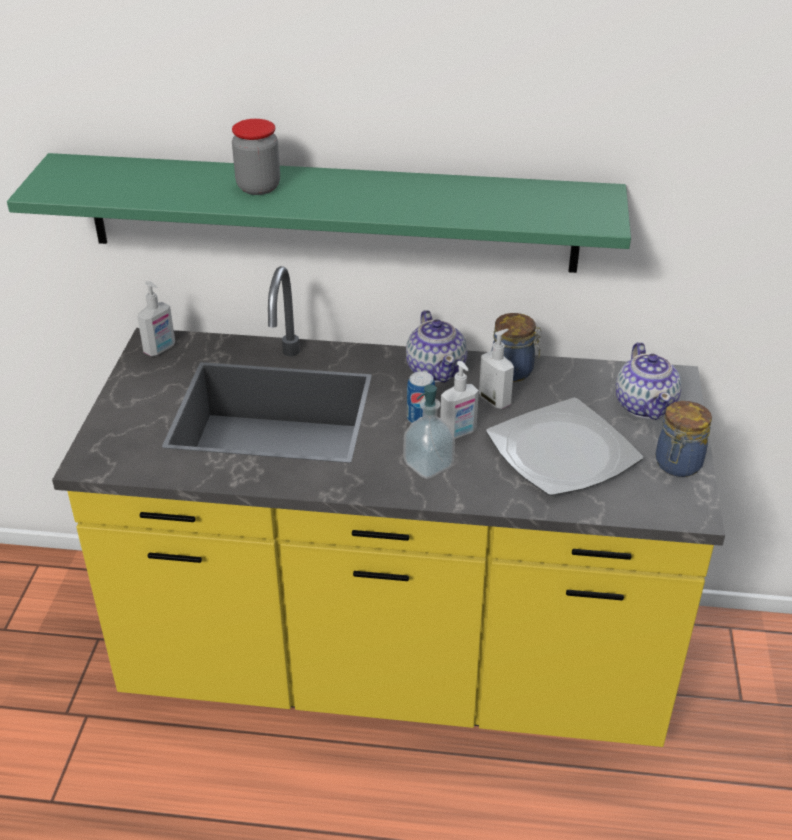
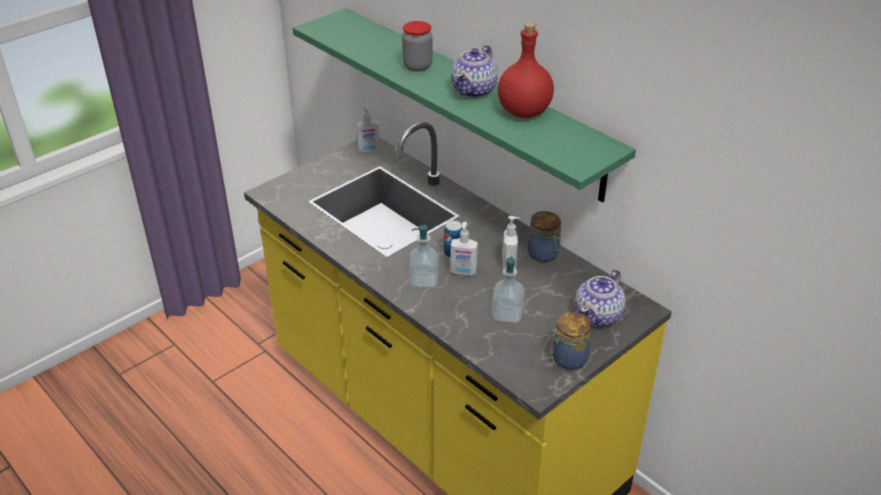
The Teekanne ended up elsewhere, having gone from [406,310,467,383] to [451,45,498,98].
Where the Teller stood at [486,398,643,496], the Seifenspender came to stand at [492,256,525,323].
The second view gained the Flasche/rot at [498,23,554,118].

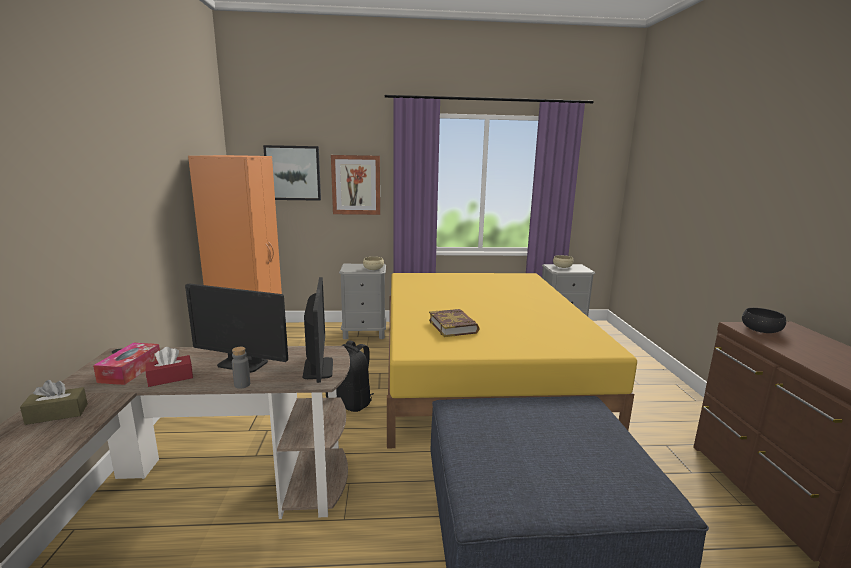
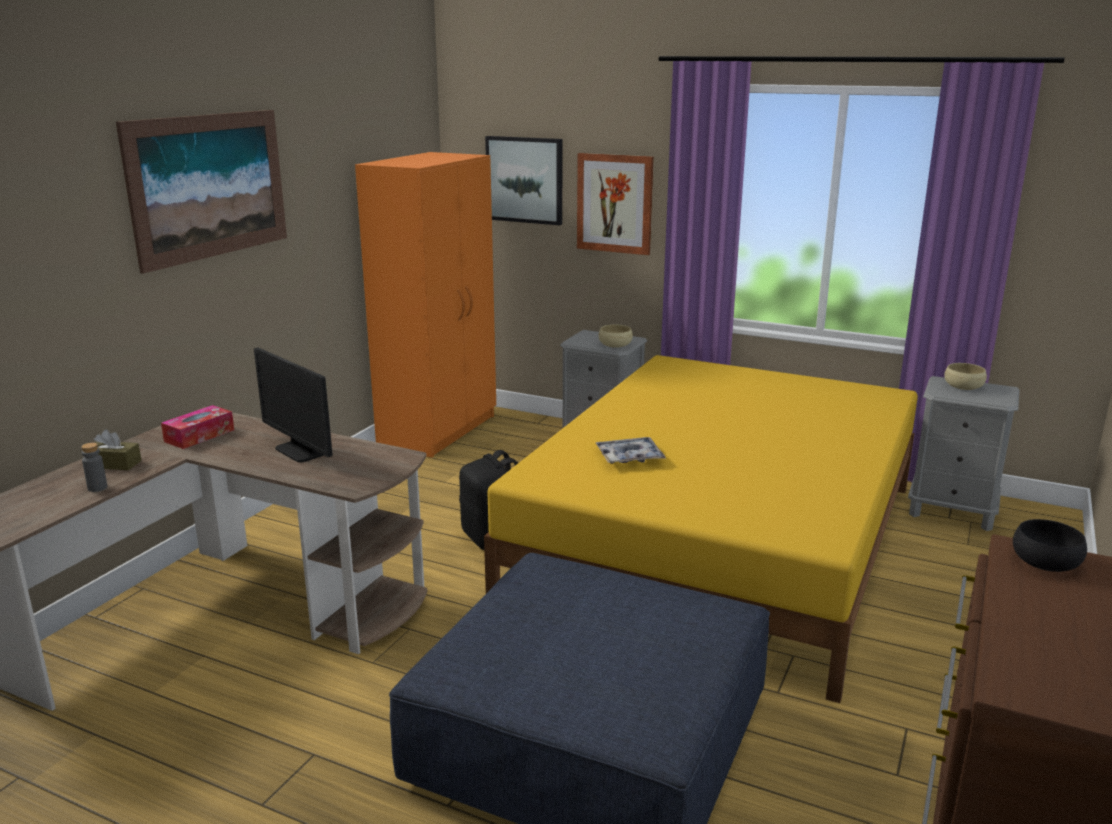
The second view lost the Taschentuchbox/rot at [146,347,193,387].
The Flasche/grau ended up elsewhere, having gone from [232,347,250,389] to [81,443,107,492].
The second view lost the Monitor at [303,277,333,383].
Where the Buch stood at [429,309,480,337], the Tablett came to stand at [596,437,666,464].
The second view gained the Bild at [116,110,287,274].

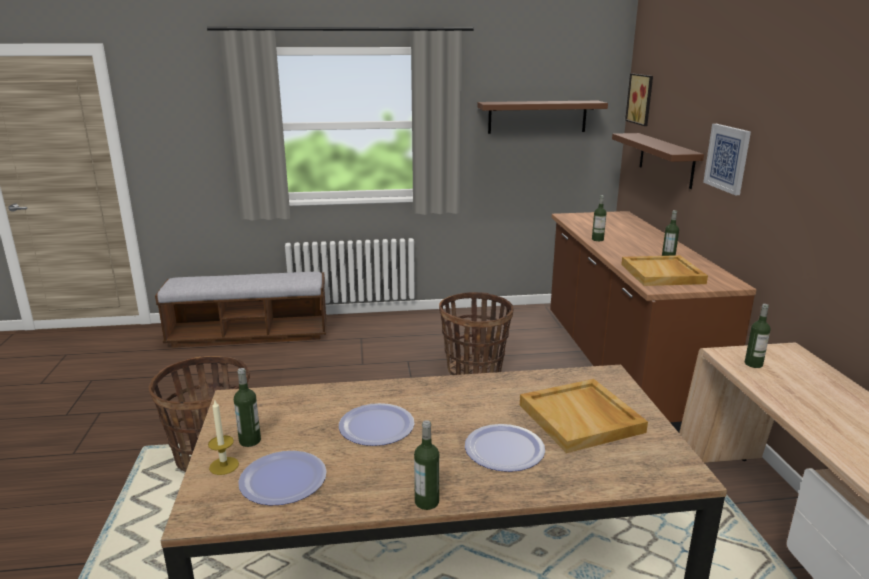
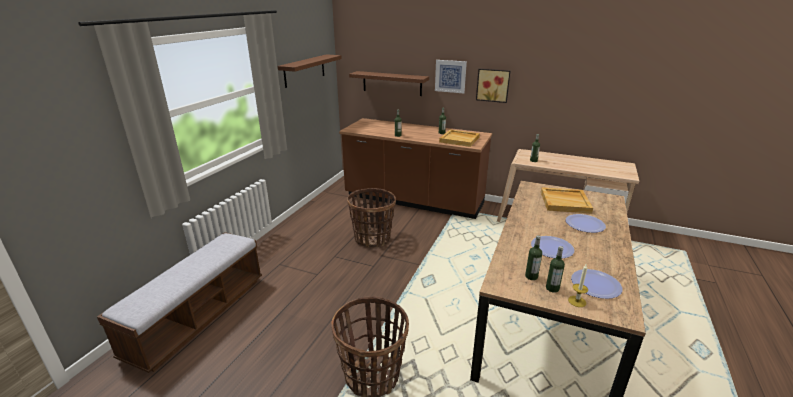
The Flasche ended up elsewhere, having gone from [414,420,439,510] to [525,235,542,280].
The Bild ended up elsewhere, having gone from [625,74,653,126] to [476,69,510,103].

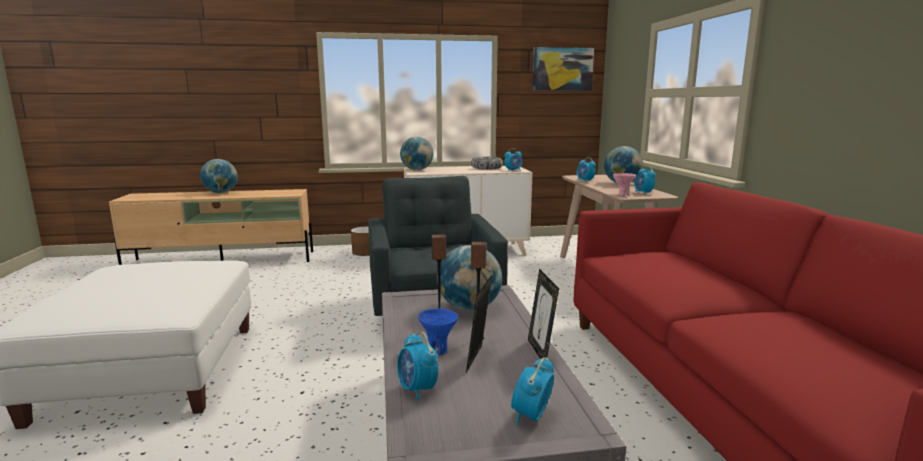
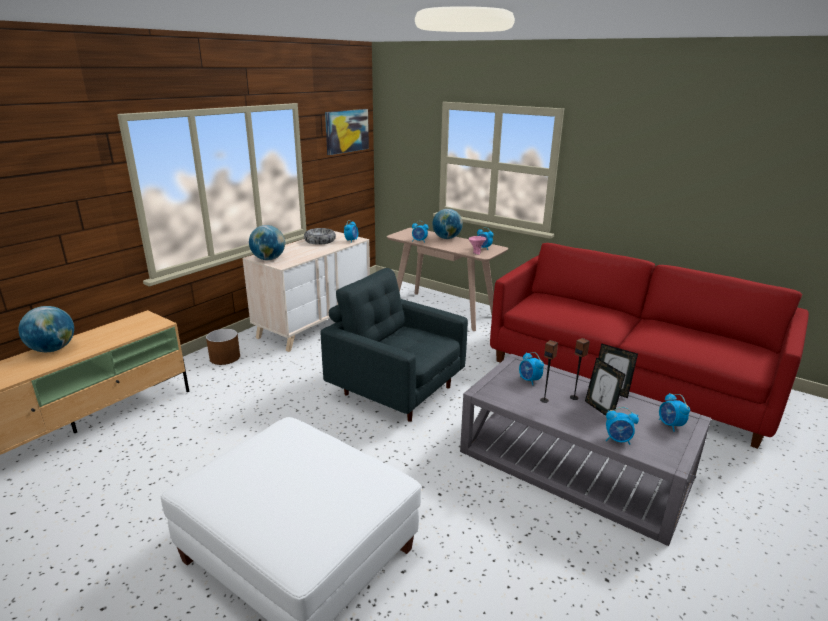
The second view lost the Schüssel/blau at [418,308,458,355].
Where the Globus stood at [437,245,502,311], the Wecker came to stand at [519,352,544,385].

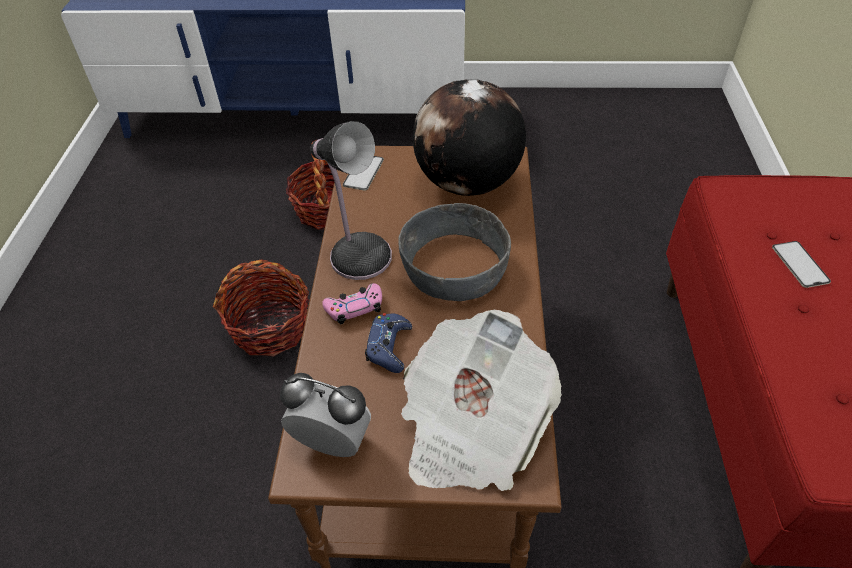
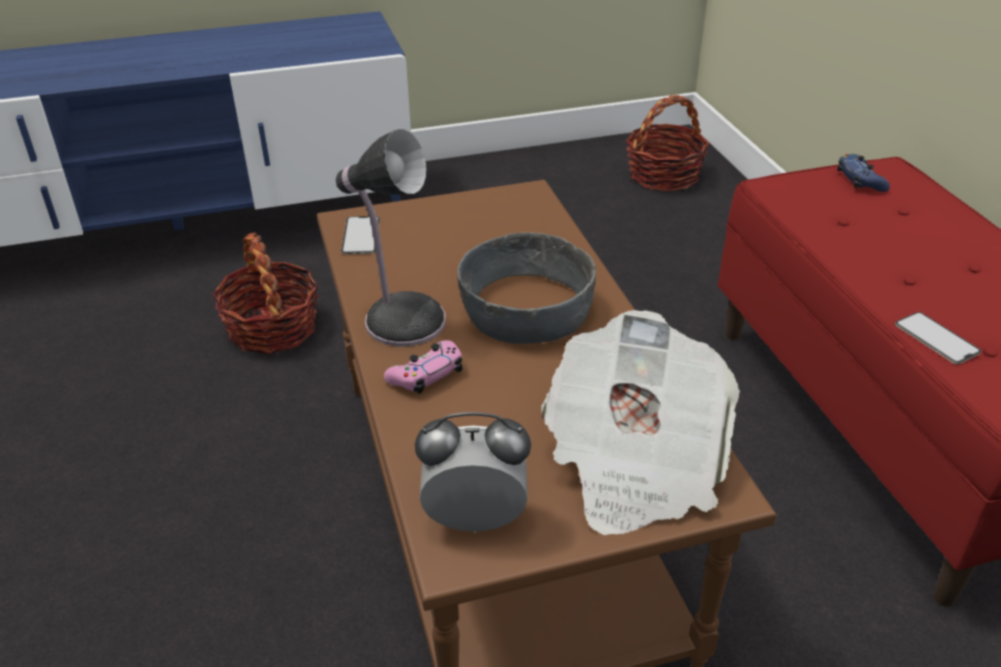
The Korb ended up elsewhere, having gone from [213,259,309,356] to [626,95,710,191].
The Gamepad/blau ended up elsewhere, having gone from [365,313,412,373] to [837,154,890,192].
The second view lost the Globus at [413,79,526,196].
The Handy ended up elsewhere, having gone from [772,241,831,288] to [895,312,981,364].

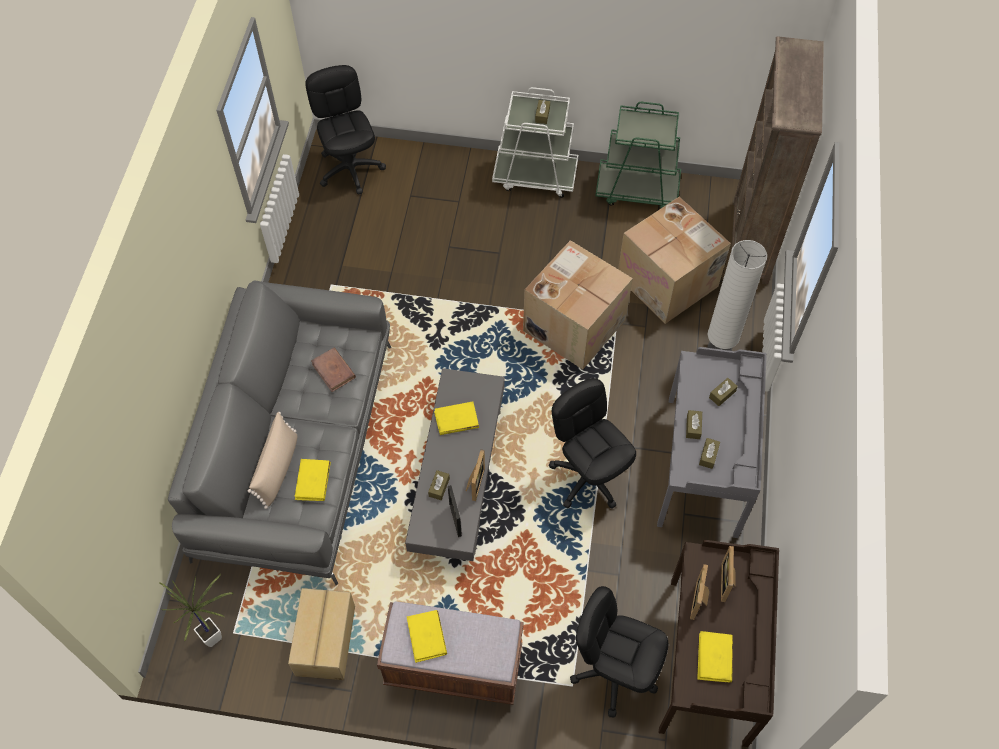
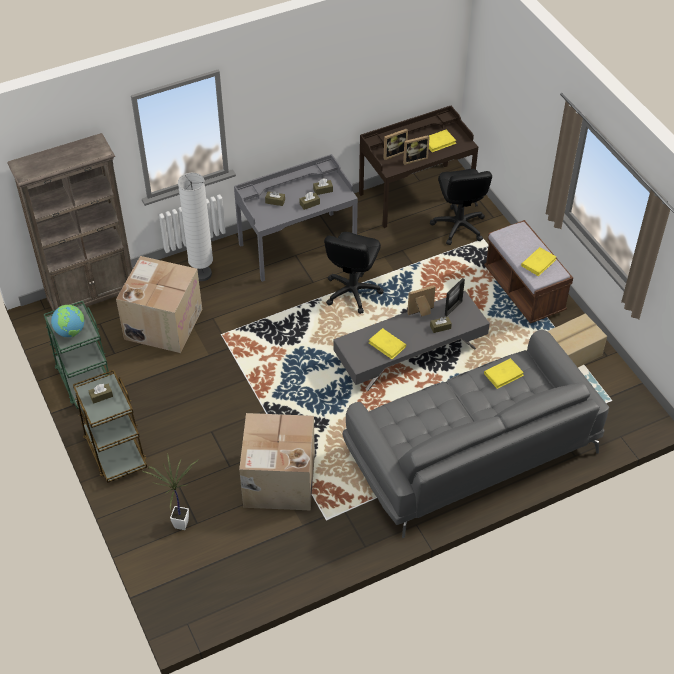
The Topfpflanze ended up elsewhere, having gone from [159,574,234,647] to [141,454,198,530].
The second view lost the Kissen/beige at [248,412,297,509].
The second view lost the Bürostuhl/schwarz at [305,65,386,195].
The second view lost the Buch/braun at [311,348,356,392].
What was the Rollwagen/weiß at [492,87,578,198] turned into the Rollwagen/braun at [73,370,147,483].
The Karton ended up elsewhere, having gone from [523,240,633,370] to [239,413,315,510].
The second view gained the Globus at [51,305,84,337].

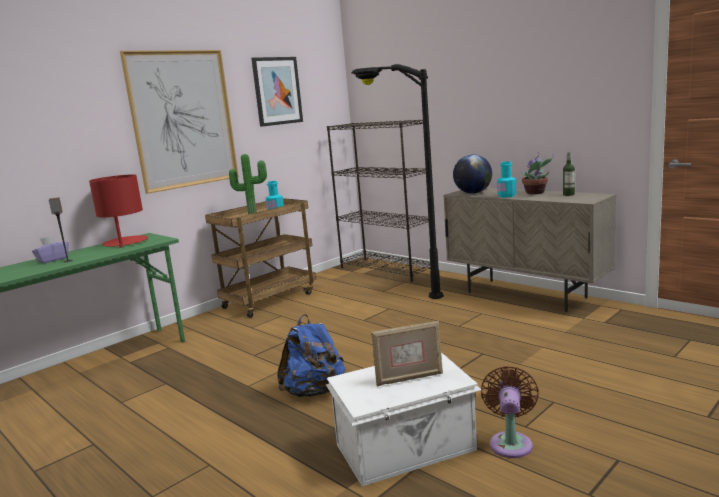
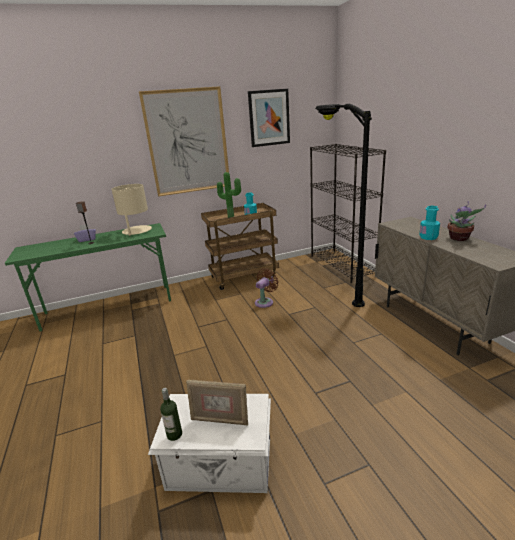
What was the Tischlampe/rot at [89,174,148,248] turned into the Tischlampe/beige at [111,184,152,236].
The second view lost the Rucksack/blau at [277,314,346,397].
The second view lost the Globus at [453,155,492,194].
The Ventilator/braun ended up elsewhere, having gone from [481,366,539,458] to [255,269,278,308].
The Flasche ended up elsewhere, having gone from [563,152,575,196] to [160,388,182,441].

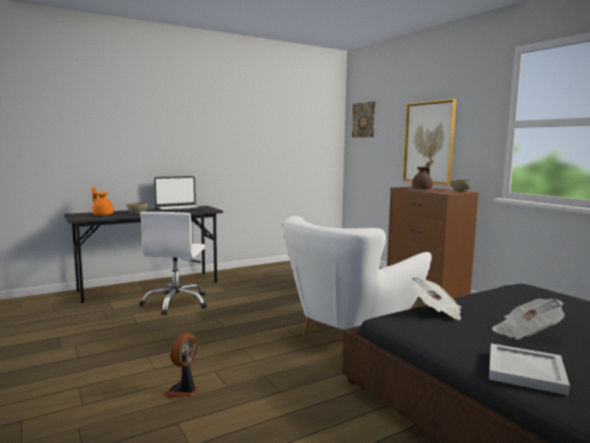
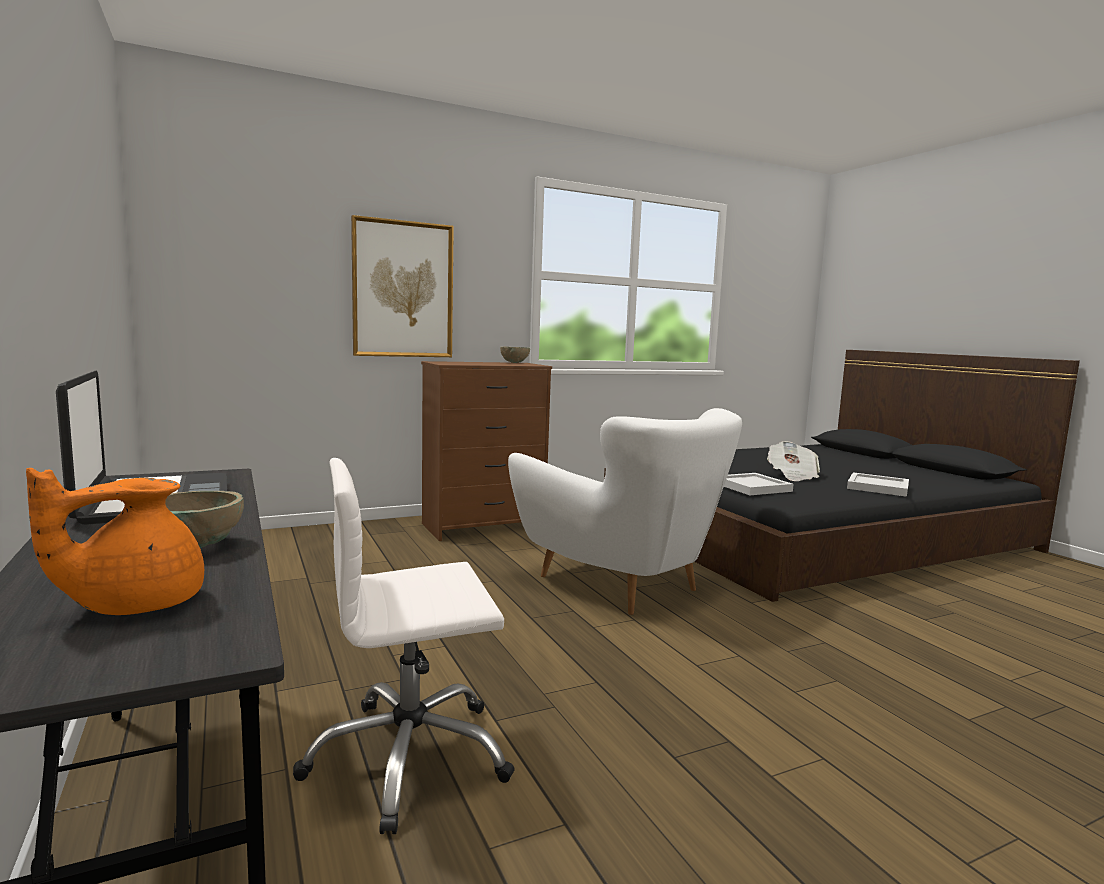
The Bürostuhl/weiß at [139,212,207,315] ended up facing another way, 150 degrees clockwise from before.
The second view lost the Ventilator at [163,332,200,398].
The second view lost the Bild at [352,101,375,138].
Where the Zeitung stood at [411,277,461,320], the Tablett/weiß came to stand at [724,473,794,495].
The second view lost the Teekanne/braun at [412,162,433,189].

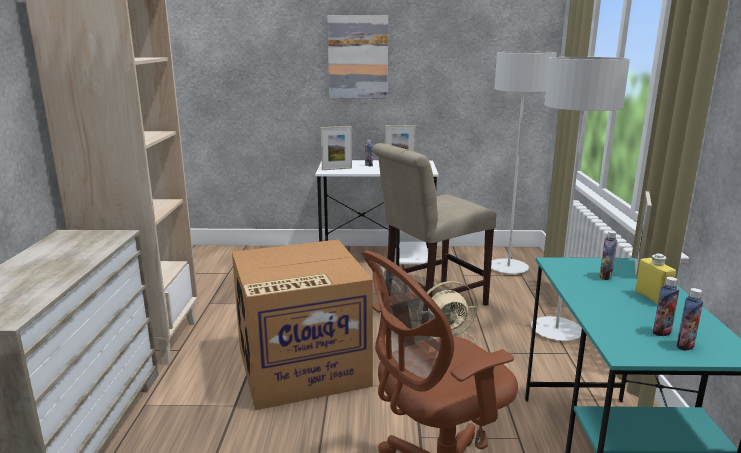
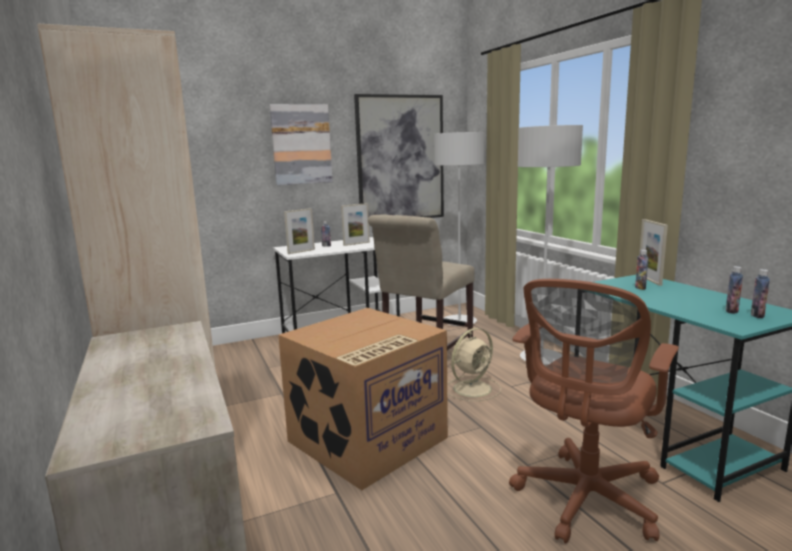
The second view lost the Flasche/gelb at [635,253,676,305].
The second view gained the Bild at [354,94,444,218].

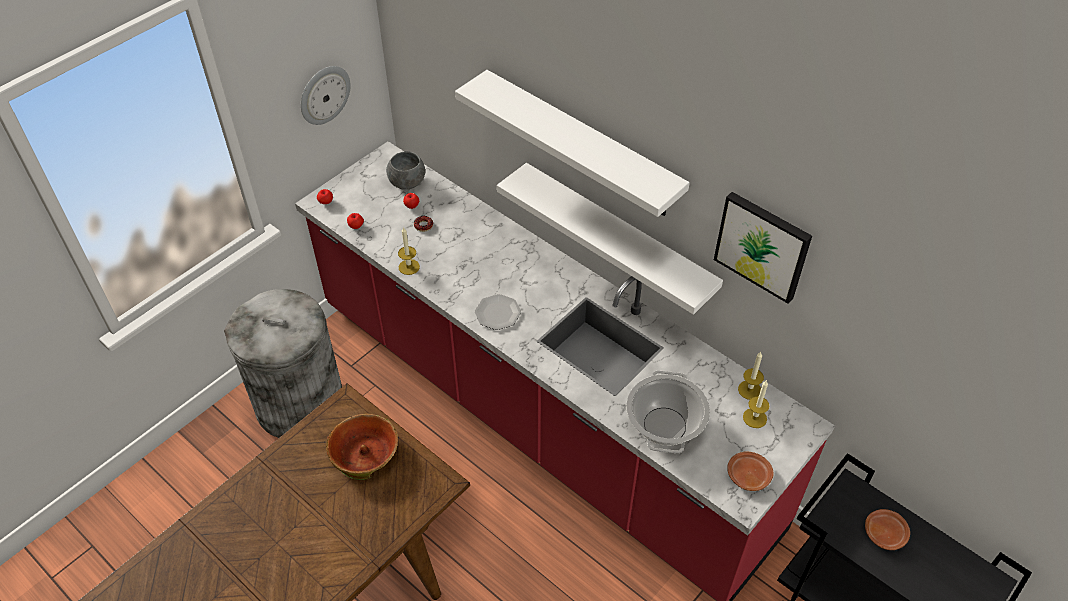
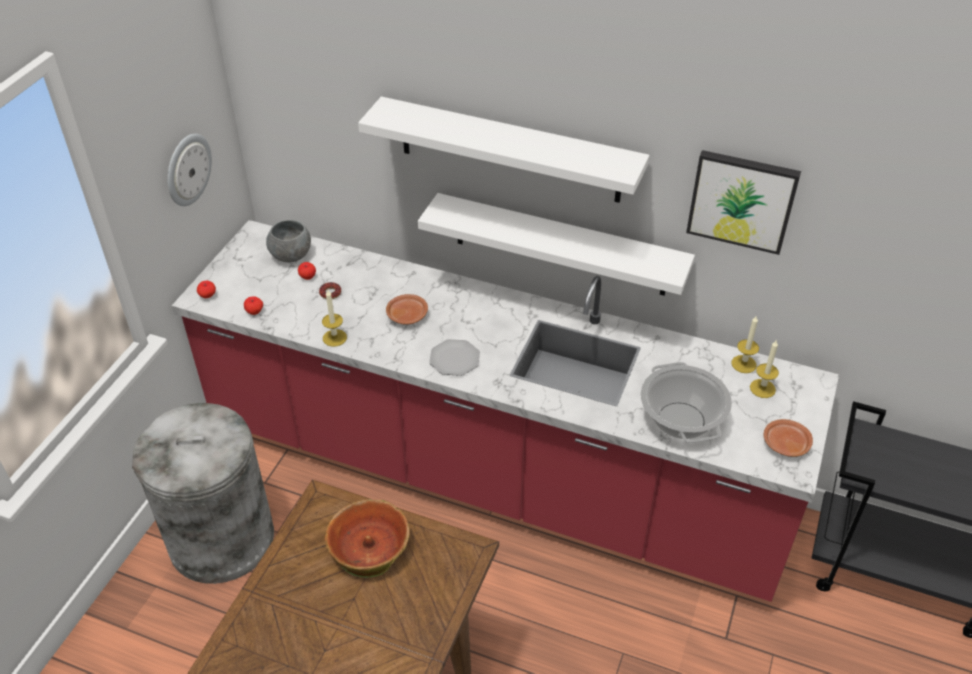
The Teller/braun ended up elsewhere, having gone from [865,509,910,550] to [386,294,428,325].

